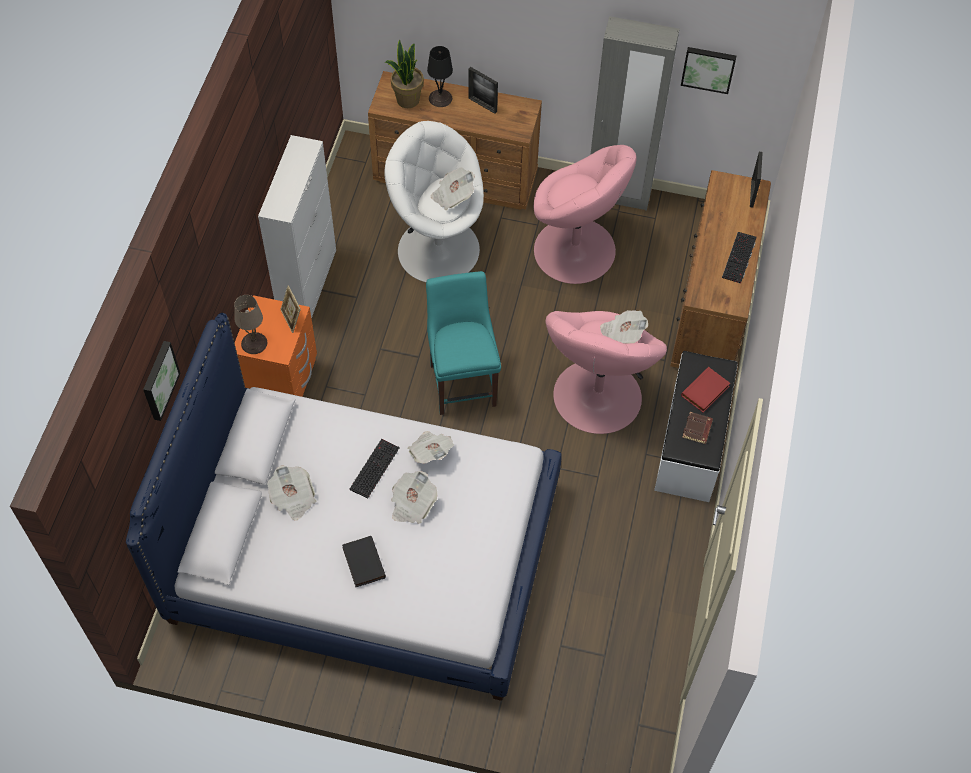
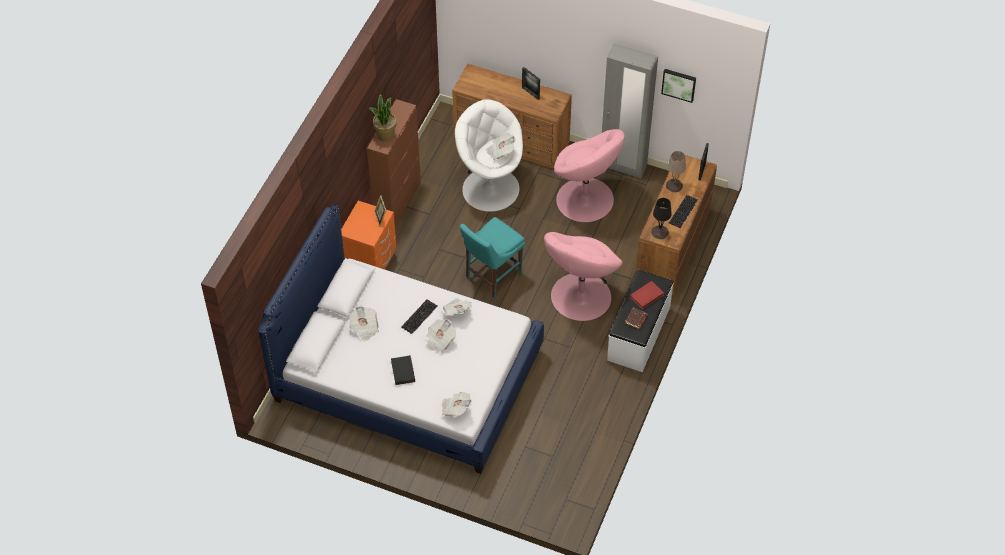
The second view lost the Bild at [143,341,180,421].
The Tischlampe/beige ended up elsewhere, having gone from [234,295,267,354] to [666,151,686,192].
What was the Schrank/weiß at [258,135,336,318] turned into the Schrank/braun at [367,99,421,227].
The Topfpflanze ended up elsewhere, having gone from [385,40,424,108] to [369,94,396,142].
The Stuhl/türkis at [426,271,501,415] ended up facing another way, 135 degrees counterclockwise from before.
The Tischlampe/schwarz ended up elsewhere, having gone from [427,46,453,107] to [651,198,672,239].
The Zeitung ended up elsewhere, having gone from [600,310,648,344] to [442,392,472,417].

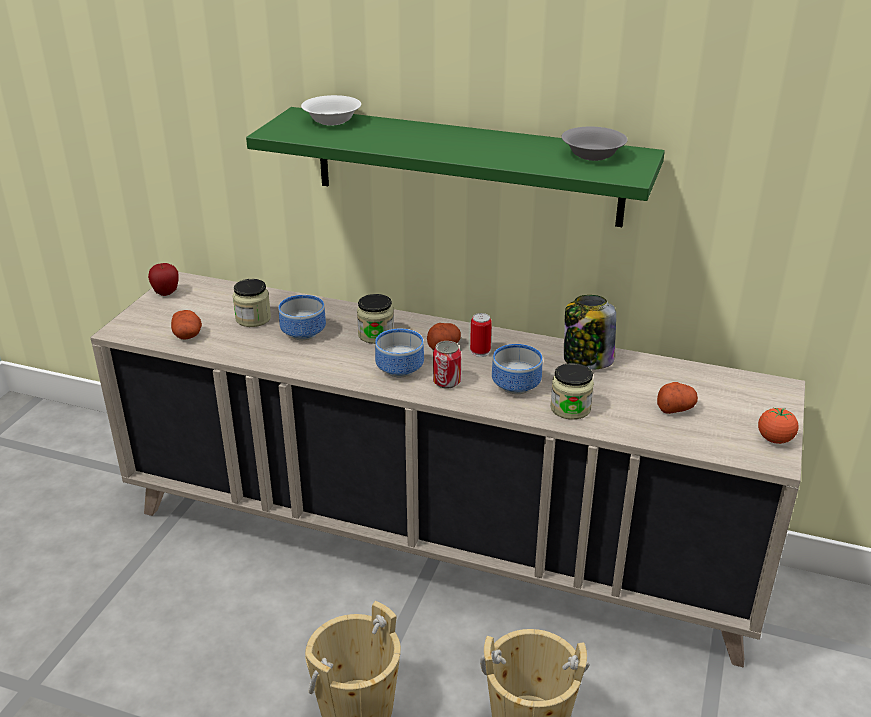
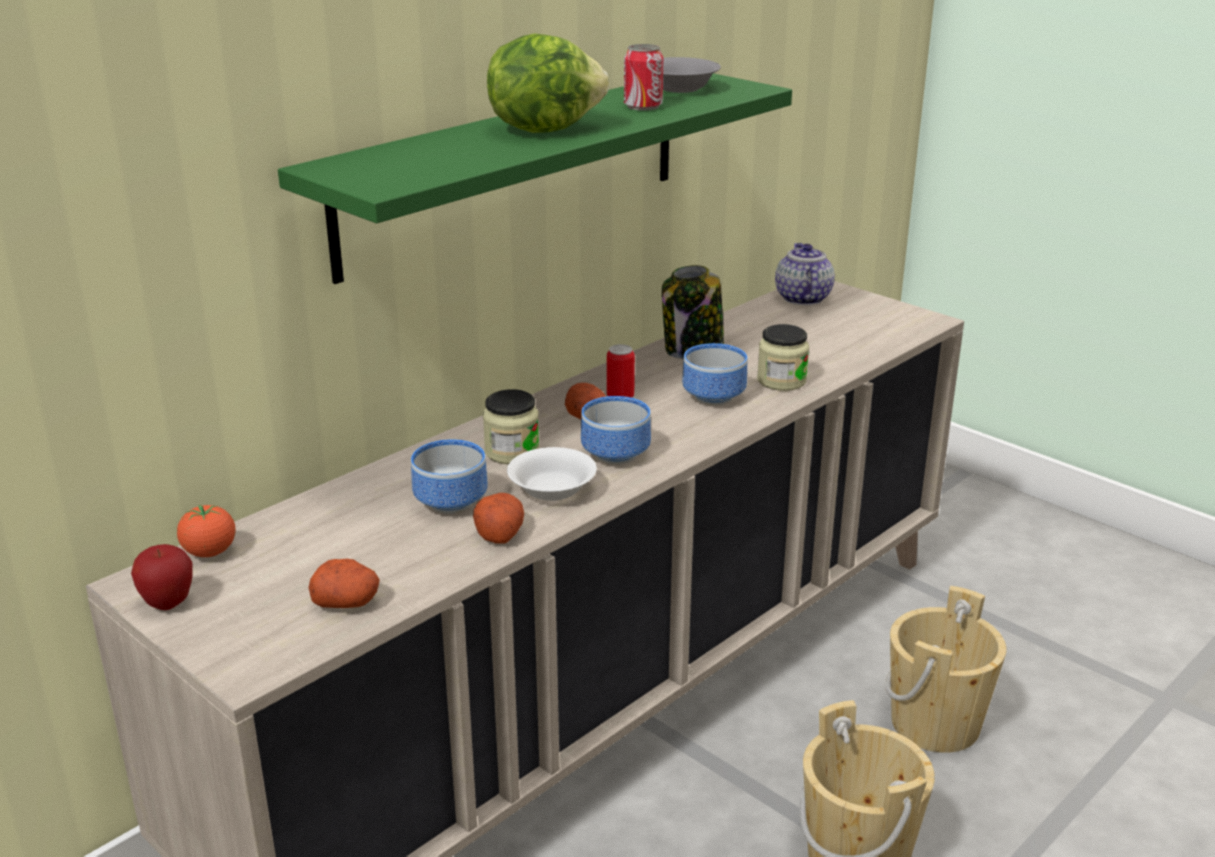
The second view lost the Vorratsglas at [233,279,271,327].
The Schüssel/weiß ended up elsewhere, having gone from [301,95,361,126] to [507,447,597,501].
The Dose ended up elsewhere, having gone from [433,341,461,388] to [624,44,663,111].
The Kartoffel ended up elsewhere, having gone from [657,382,698,414] to [473,493,524,544].
The Tomate ended up elsewhere, having gone from [758,408,799,444] to [177,505,235,557].
The second view gained the Salatkopf at [487,33,609,133].
The second view gained the Teekanne at [775,243,835,305].

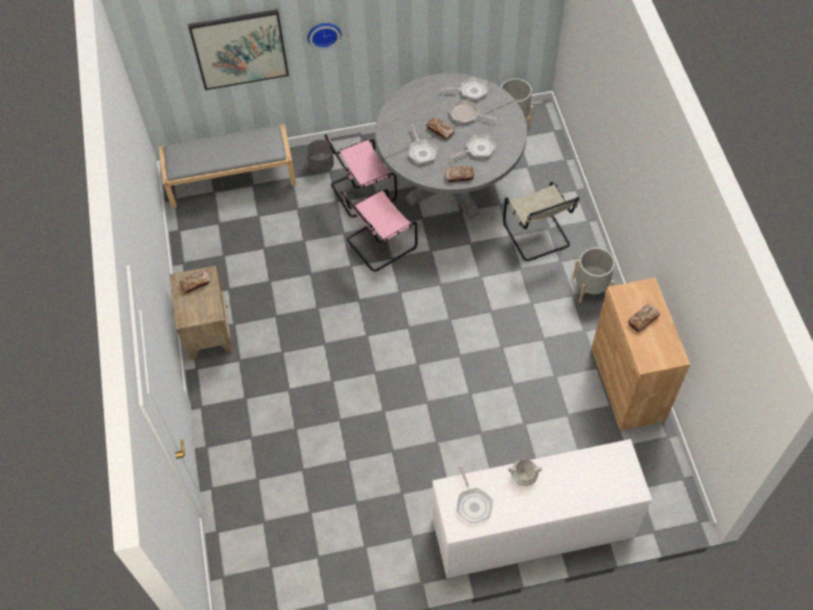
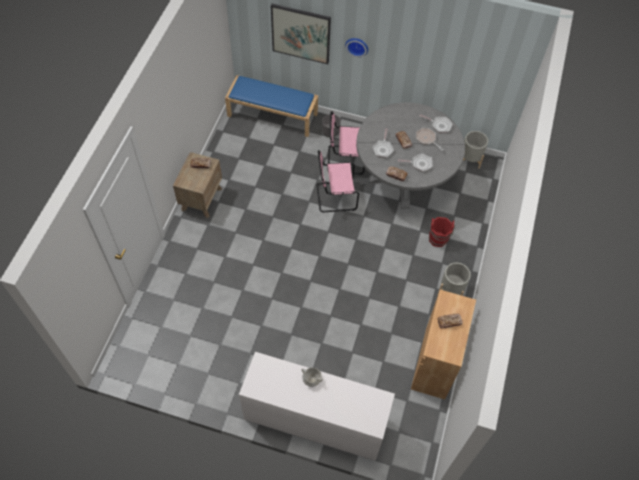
What was the Bank/grau at [159,124,296,208] turned into the Bank/blau at [225,75,318,137].
The second view lost the Pfanne at [457,466,493,523].
Where the Stuhl/beige stood at [503,182,580,261], the Eimer/rot came to stand at [429,217,455,247].

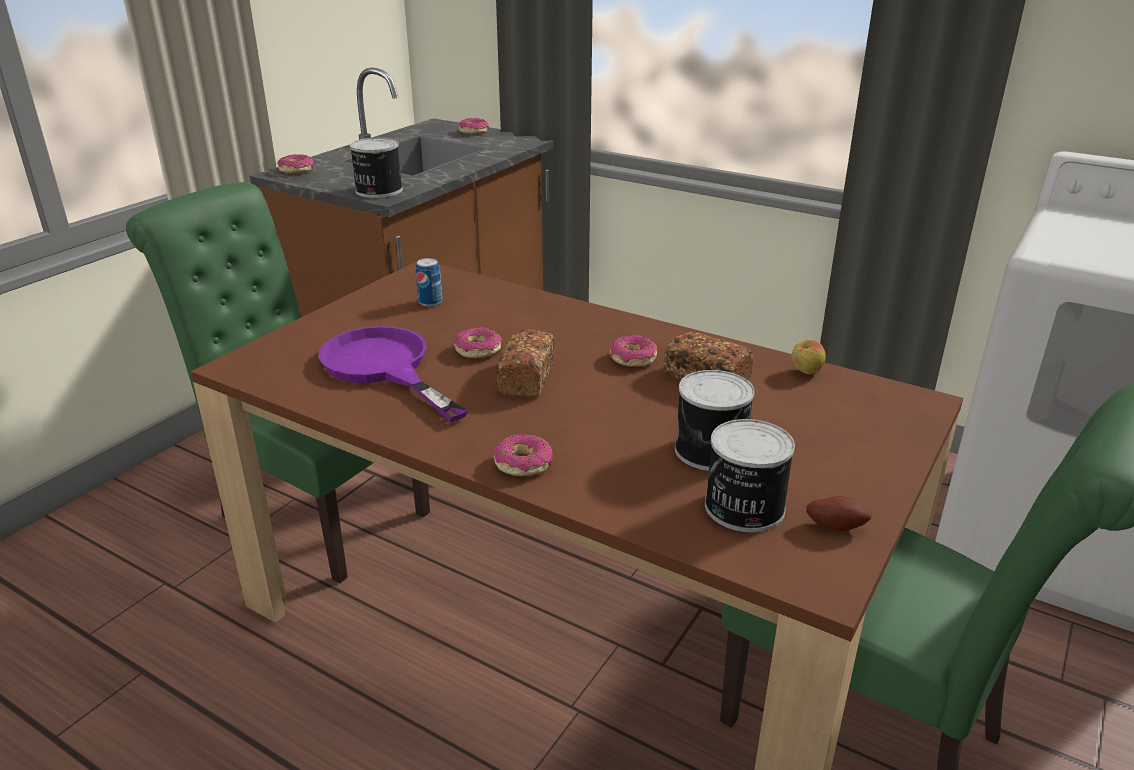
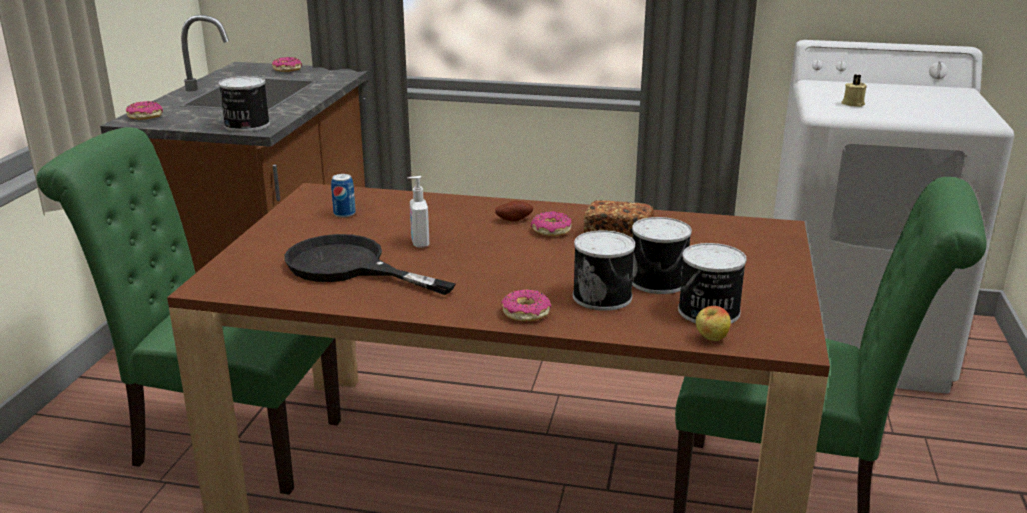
What was the Pfanne/lila at [319,326,467,422] turned into the Pfanne/schwarz at [284,234,456,295].
Where the Donut stood at [453,327,502,358], the Seifenspender came to stand at [407,176,429,248].
The second view lost the Brot at [497,329,554,398].
The Apfel ended up elsewhere, having gone from [792,340,826,374] to [696,306,731,341].
The Kartoffel ended up elsewhere, having gone from [806,496,873,531] to [495,201,533,221].
The second view gained the Dose at [573,230,635,311].
The second view gained the Kerze/beige at [841,74,867,107].

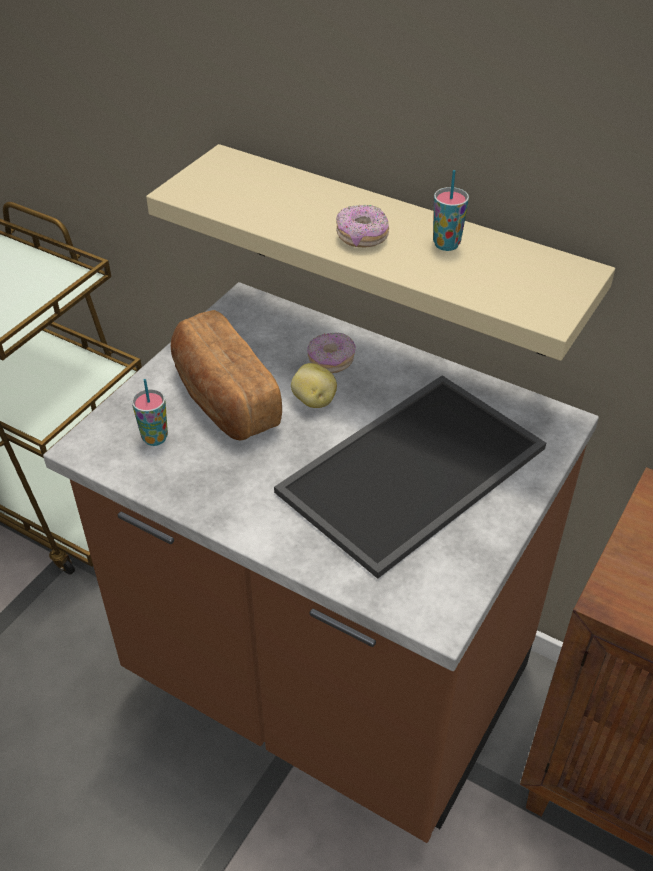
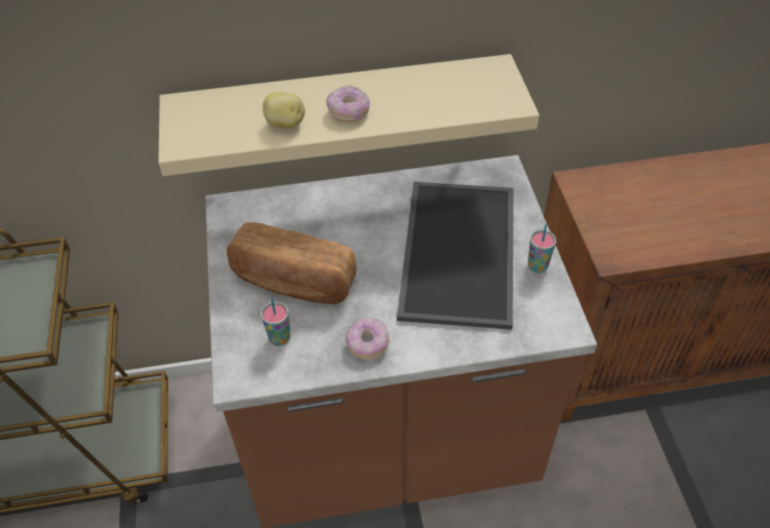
The Kartoffel ended up elsewhere, having gone from [291,363,337,408] to [263,92,305,128].
The Donut ended up elsewhere, having gone from [307,332,356,373] to [345,317,389,360].
The Tasse ended up elsewhere, having gone from [433,170,469,251] to [528,224,556,273].

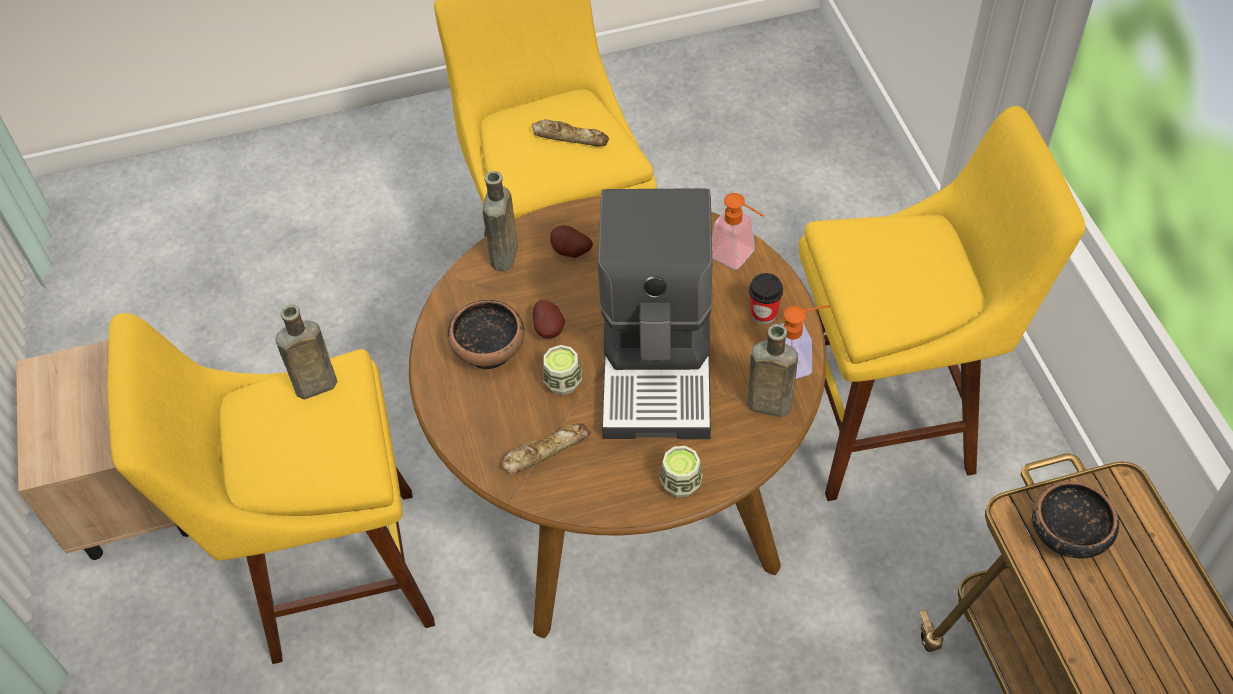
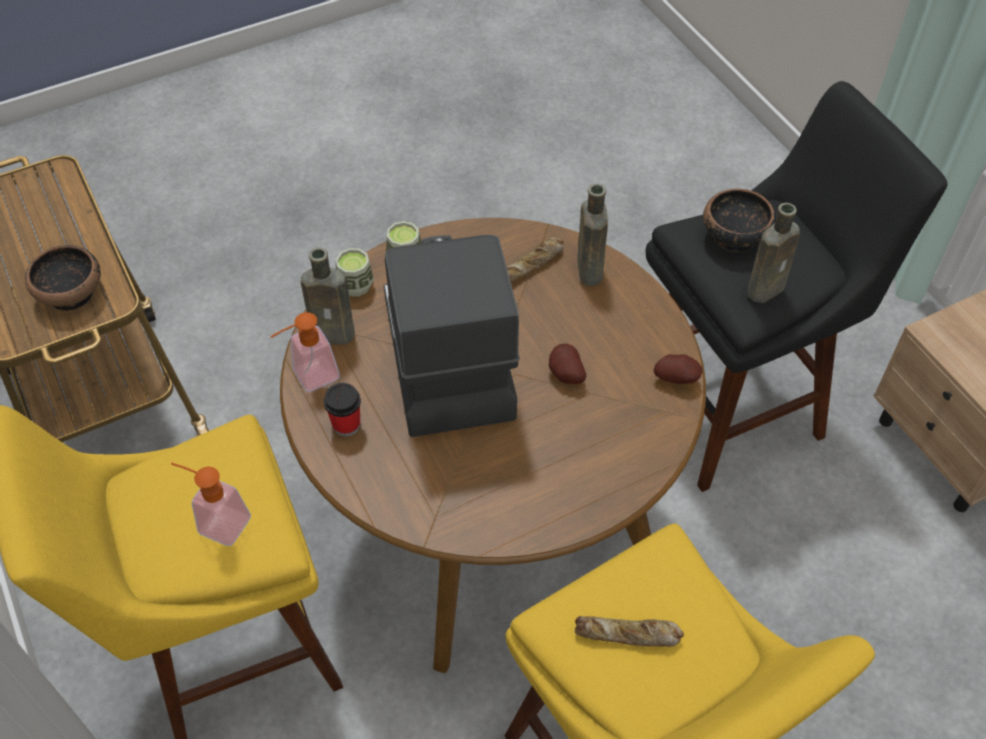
What was the Hocker/gelb at [107,313,435,664] turned into the Hocker/schwarz at [646,81,948,492].
The Schüssel ended up elsewhere, having gone from [447,300,525,369] to [703,189,776,252].
The Flasche/braun ended up elsewhere, having gone from [483,171,518,271] to [577,184,608,286].
The Tasse ended up elsewhere, having gone from [543,345,582,395] to [336,248,374,297].
The Kartoffel ended up elsewhere, having gone from [550,225,593,258] to [654,354,703,384].
The Seifenspender ended up elsewhere, having gone from [712,193,764,270] to [171,463,251,546].

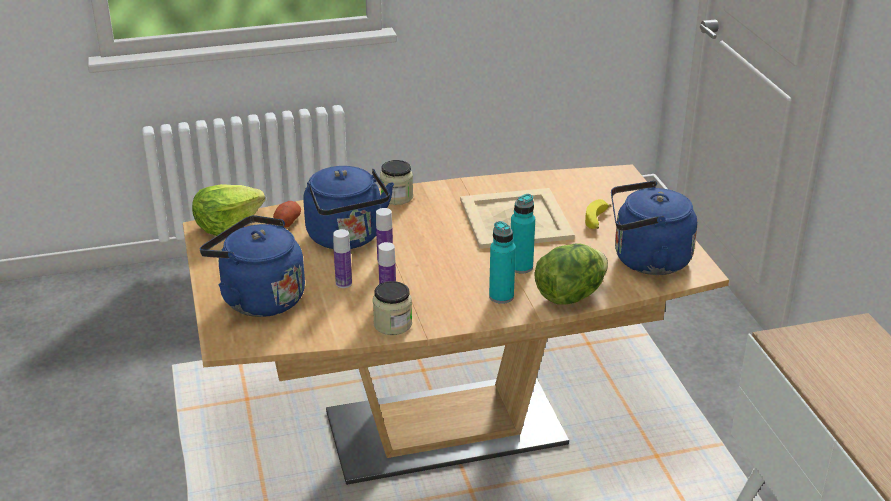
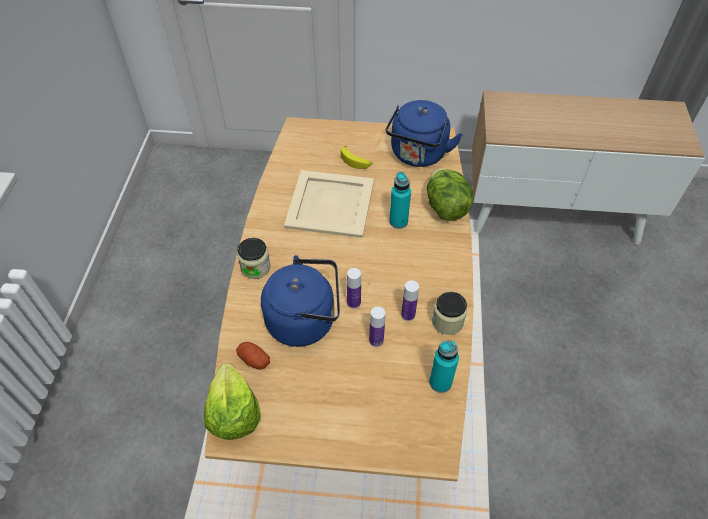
The second view lost the Wasserkessel/blau at [200,215,305,317].
The Flasche/türkis ended up elsewhere, having gone from [489,221,516,304] to [429,340,459,393].

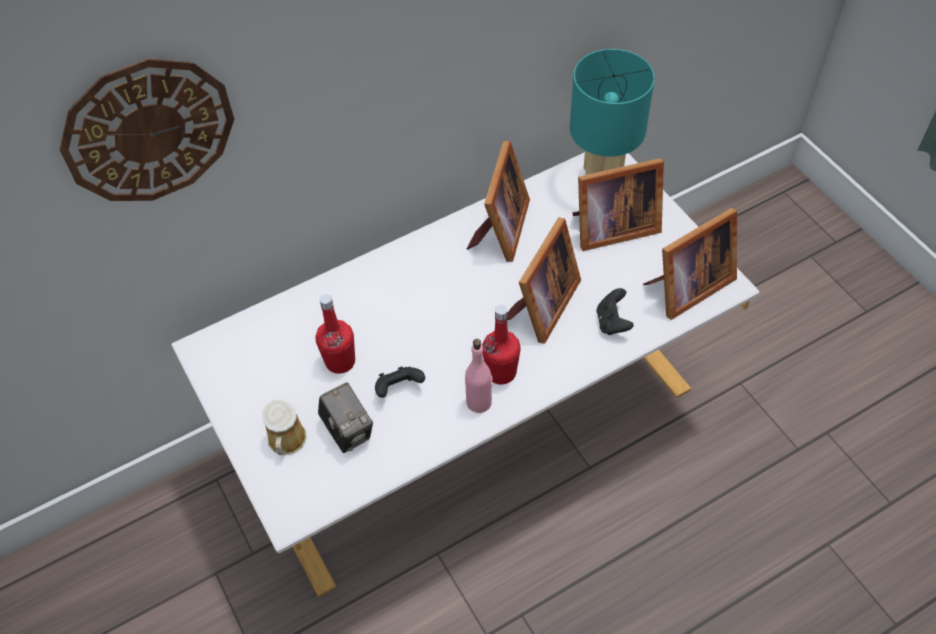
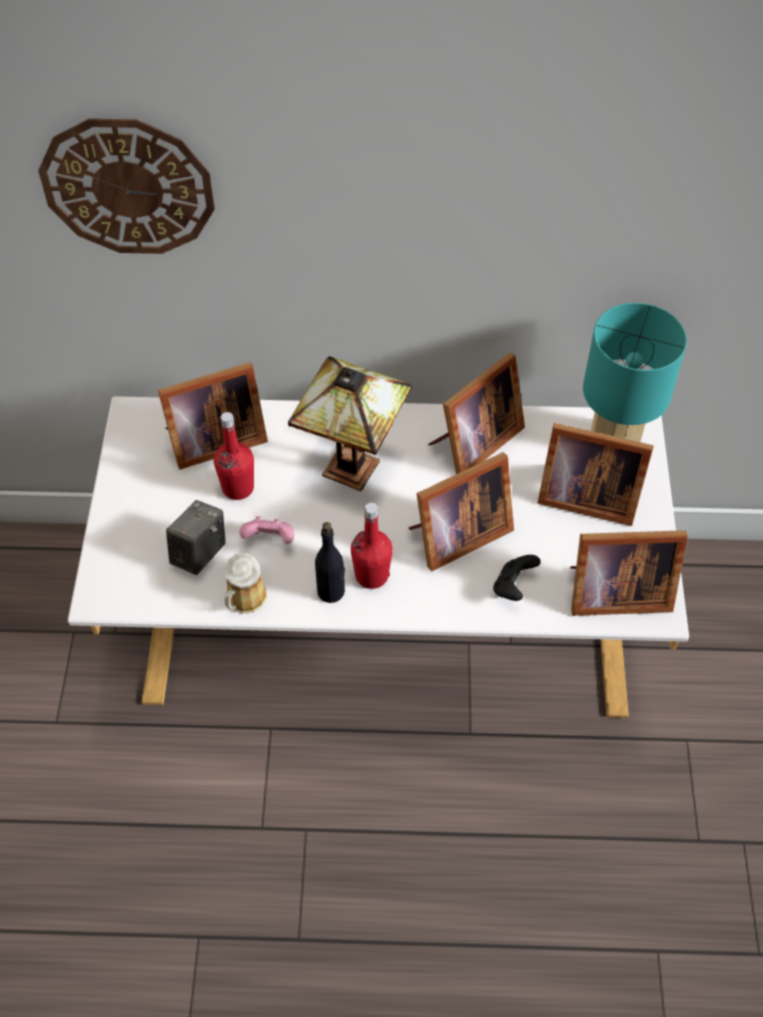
The Henkelbecher ended up elsewhere, having gone from [262,400,307,456] to [225,553,267,614].
The Kamera at [318,382,373,453] ended up facing another way, 150 degrees counterclockwise from before.
What was the Gamepad/schwarz at [375,367,425,398] turned into the Gamepad/rosa at [240,516,294,544].
What was the Flasche/rosa at [465,339,492,413] turned into the Flasche/schwarz at [315,522,345,603].
The second view gained the Bilderrahmen at [158,362,268,470].
The second view gained the Tischlampe at [288,356,412,491].

